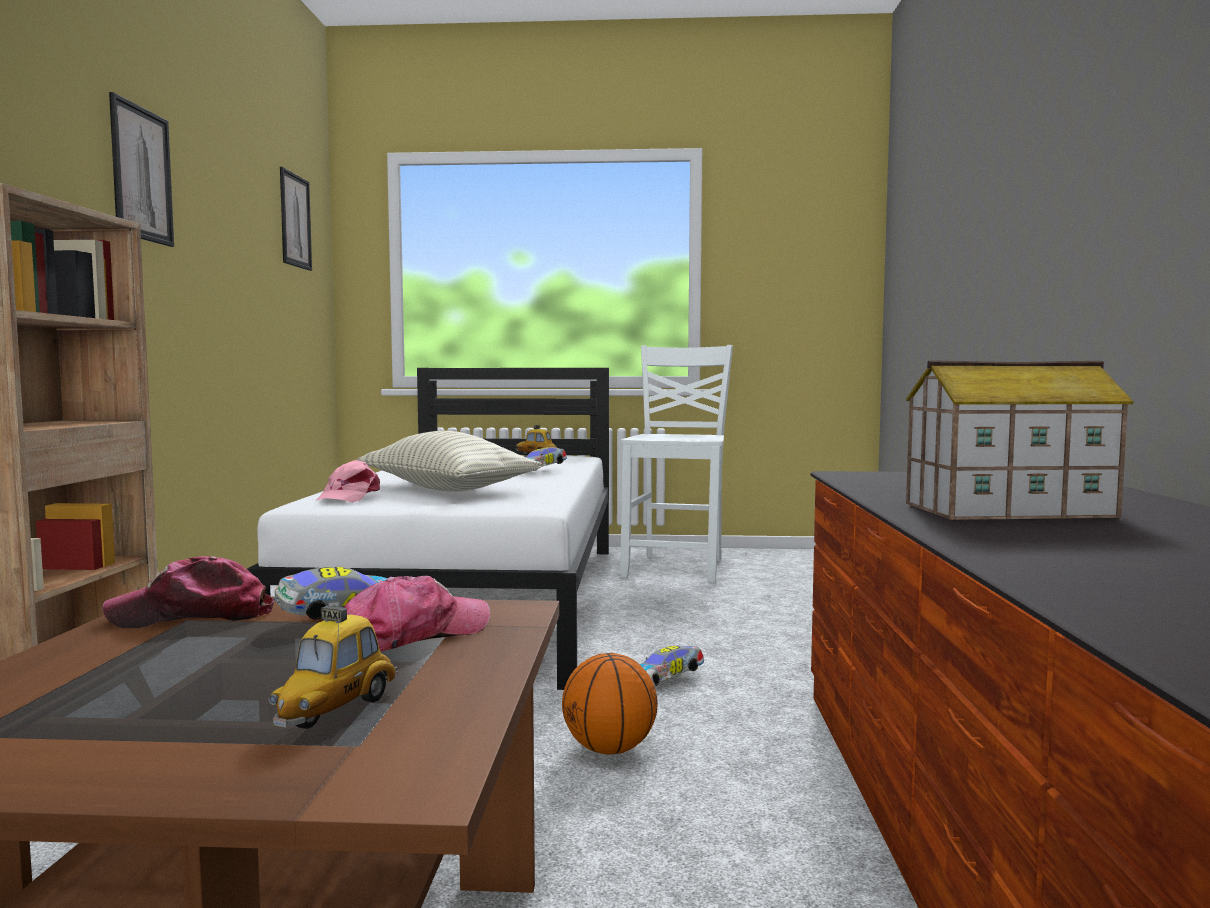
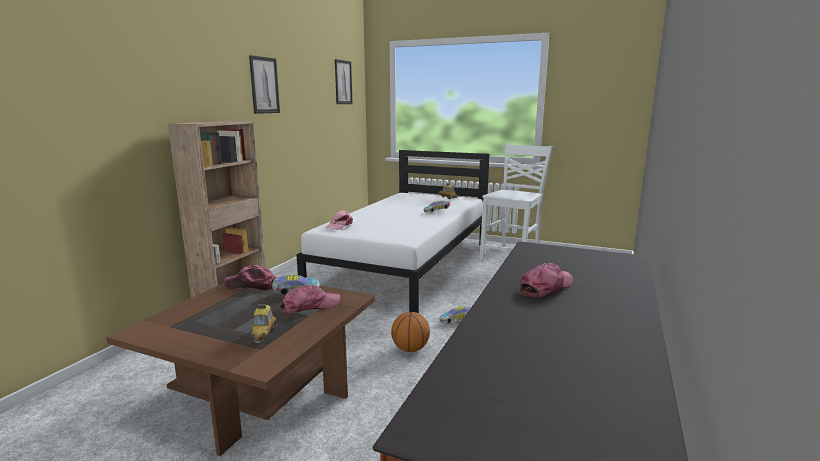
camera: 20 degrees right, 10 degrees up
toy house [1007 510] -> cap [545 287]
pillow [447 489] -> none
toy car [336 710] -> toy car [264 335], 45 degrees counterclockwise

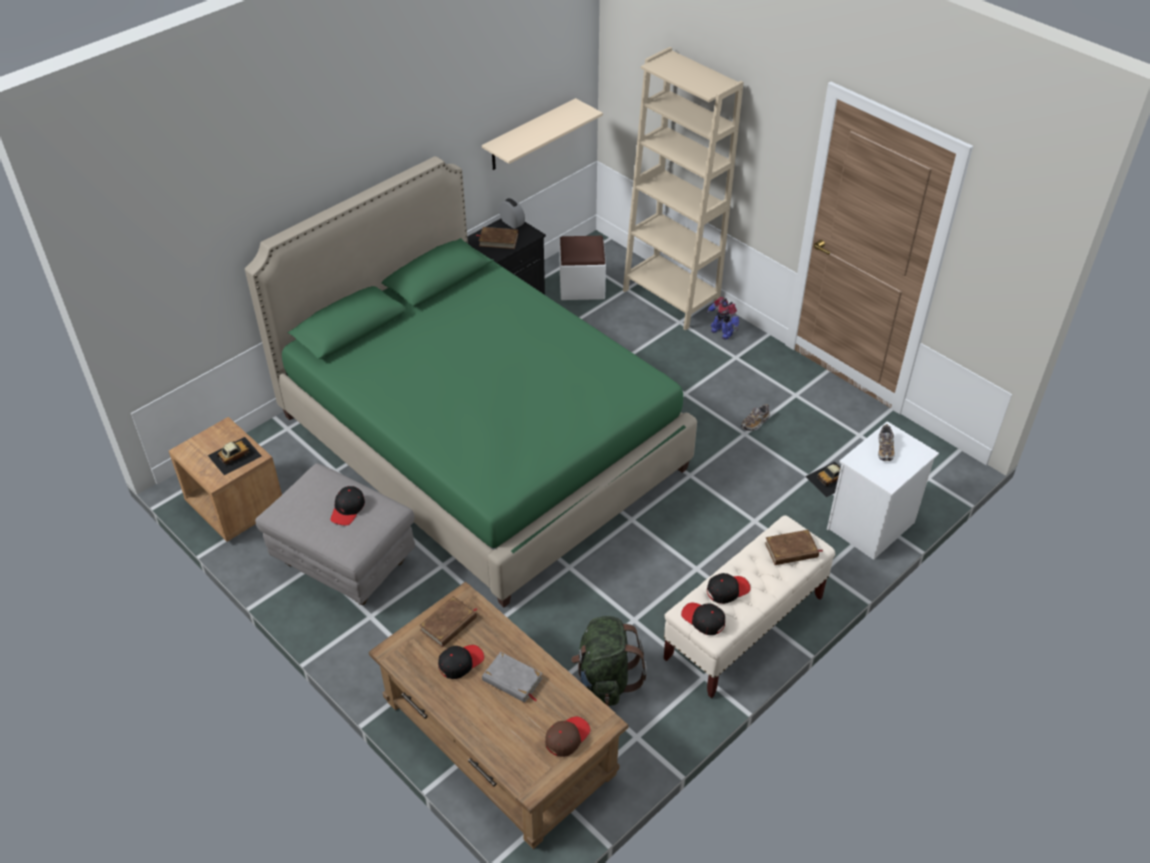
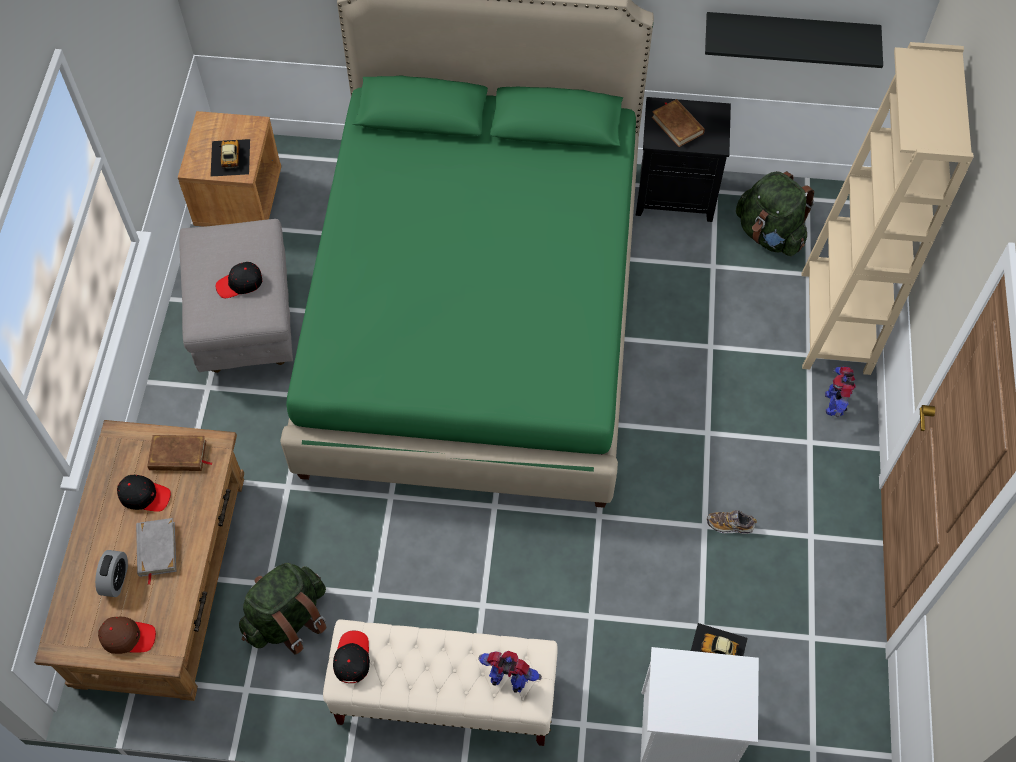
camera: 50 degrees right, 15 degrees up
beige shelf [530 135] -> black shelf [789 34]
alarm clock [512 223] -> alarm clock [116 579], shifted
white ottoman [582 286] -> green backpack [769 234]
shoe [884 449] -> none
toy car [234 455] -> toy car [230 157], 105 degrees counterclockwise
brown book [791 550] -> toy robot [509 680]
black cap [727 590] -> none

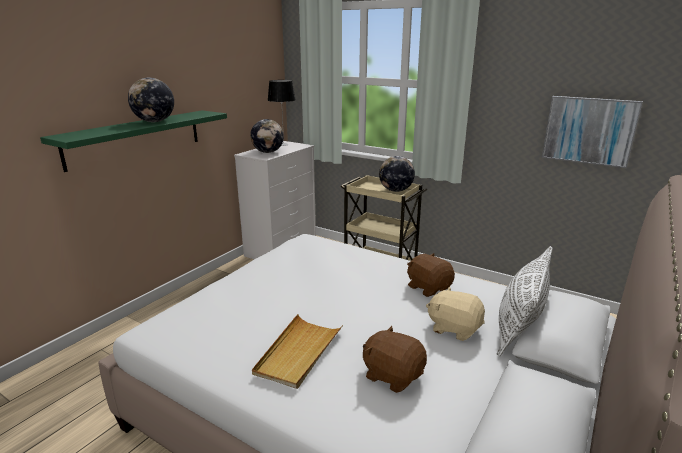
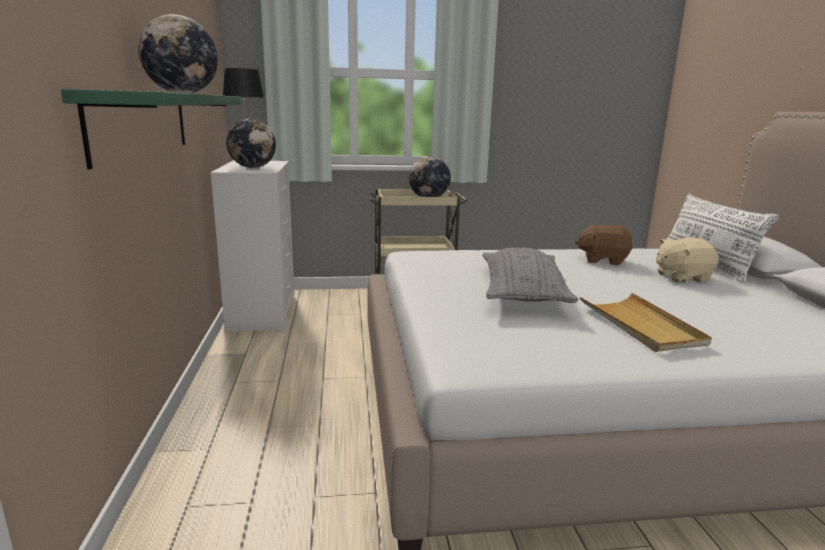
camera: 40 degrees left, 5 degrees down
picture [589 130] -> none
brown plush toy [392 375] -> none
none -> grey pillow [522 292]

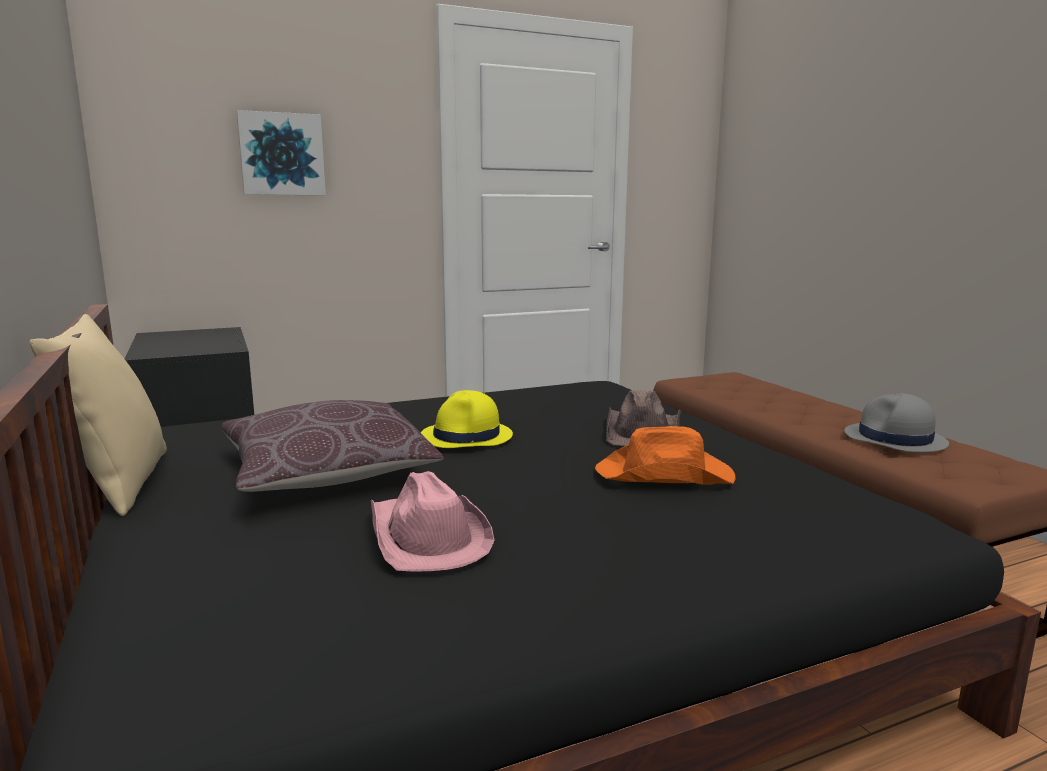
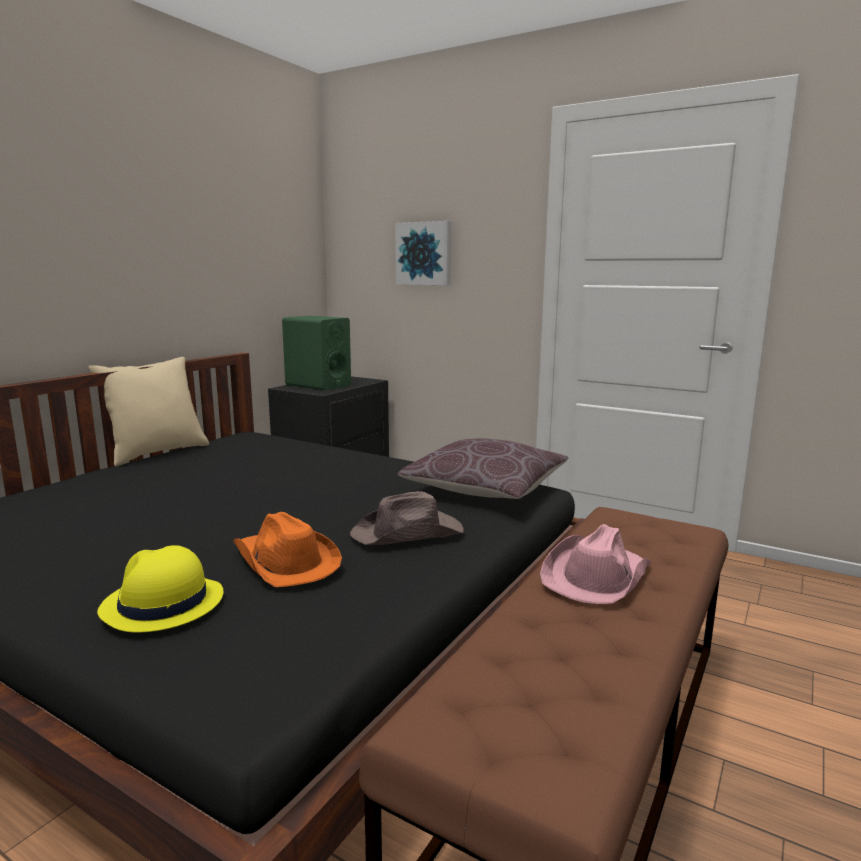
camera: 55 degrees right, 0 degrees up
yellow hat [467 437] -> yellow hat [162 604], shifted
grey hat [895 439] -> none
brown pillow [328 473] -> brown pillow [485 489], shifted
pink hat [426 536] -> pink hat [596 576], shifted
none -> green speaker [317 385]

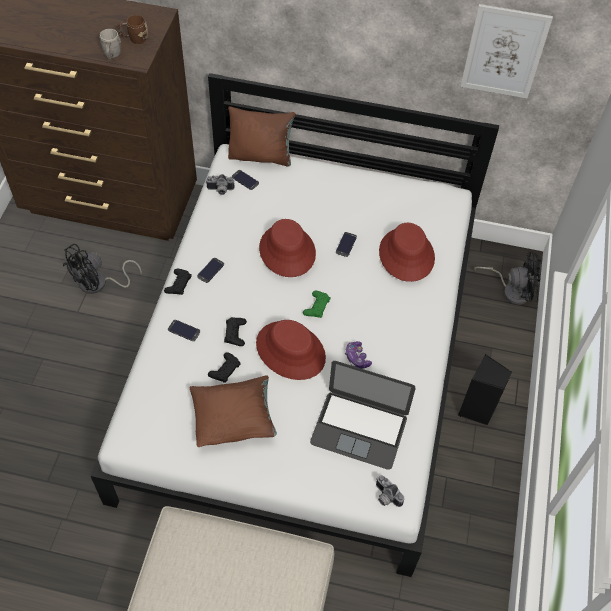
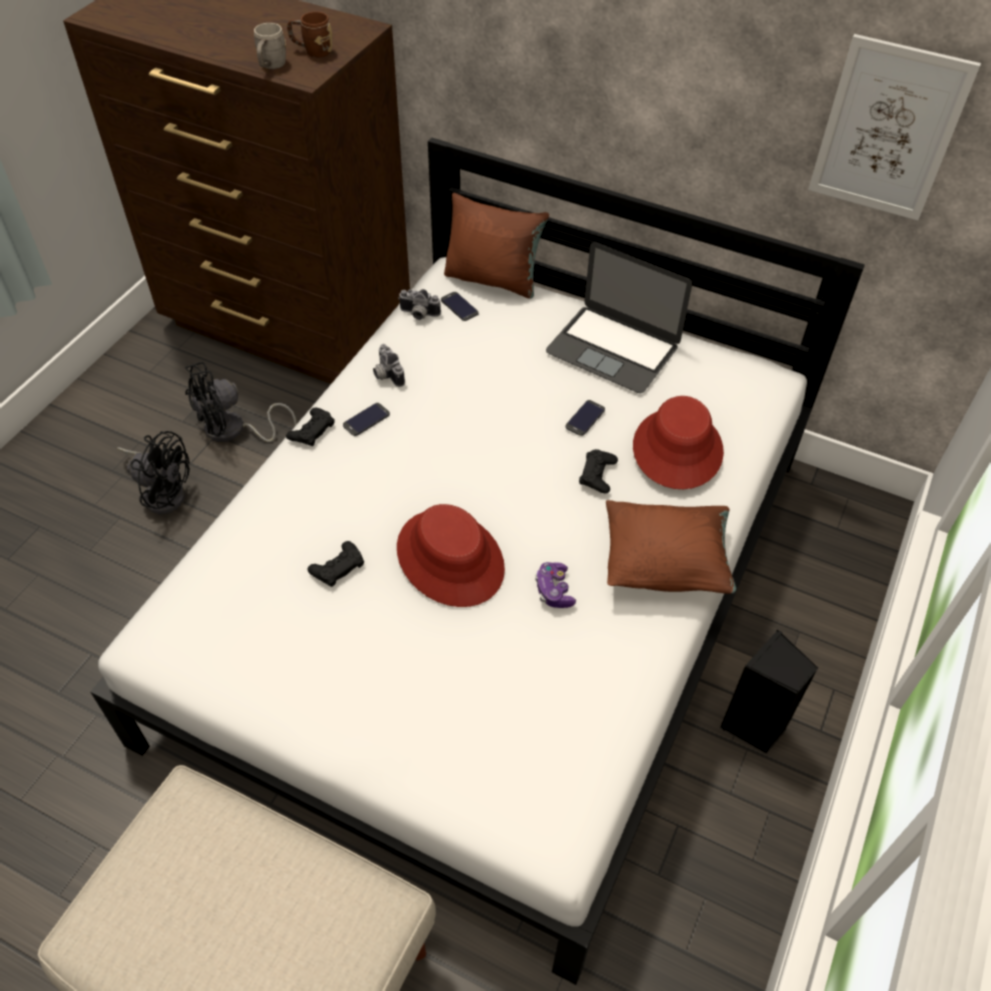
camera: 15 degrees right, 5 degrees down
red hat [287 251] -> none
black fan [511 290] -> black fan [163 492], shifted
green game controller [316 306] -> none
black game controller [235 333] -> black game controller [597 474], shifted
phone [184 330] -> none
laptop [359 429] -> laptop [613 349], shifted
brown pillow [234 420] -> brown pillow [665 564], shifted
photo camera [385 497] -> photo camera [386 375], shifted

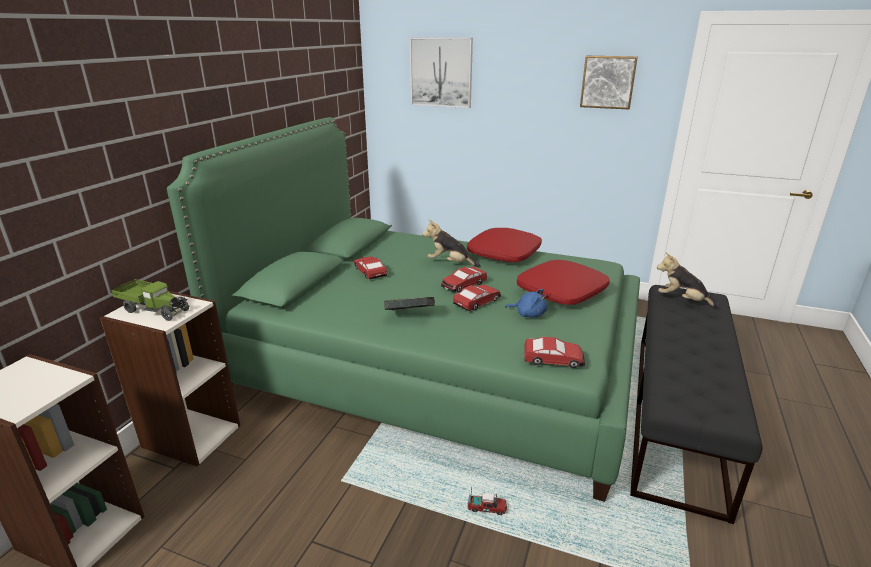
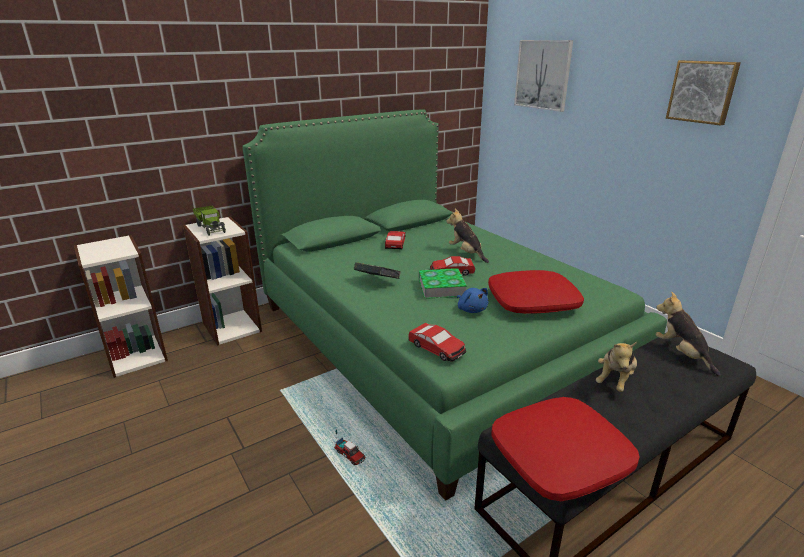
camera: 35 degrees right, 0 degrees up
red pillow [503 253] -> red pillow [559 456], shifted
toy car [477 302] -> book [441 287]
none -> plush toy [615 380]

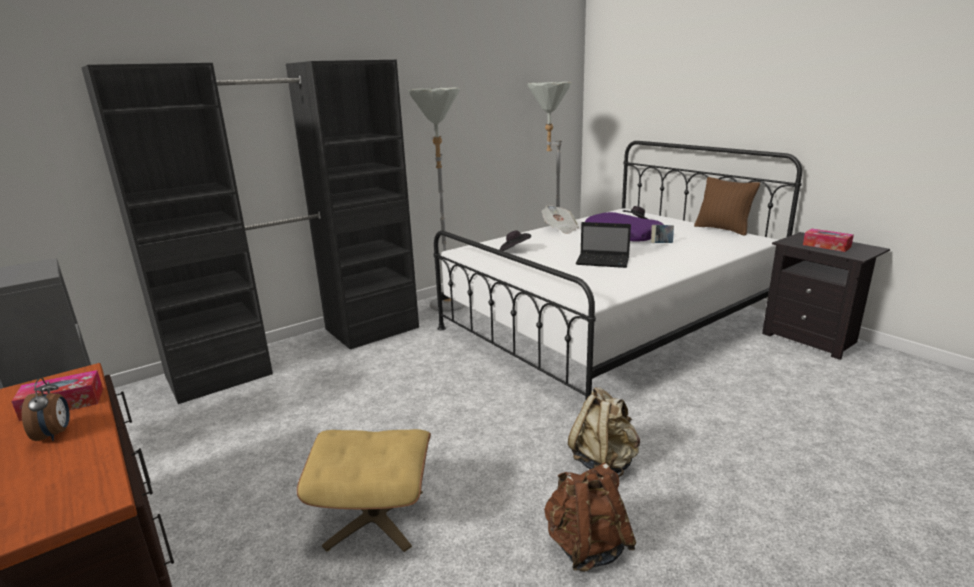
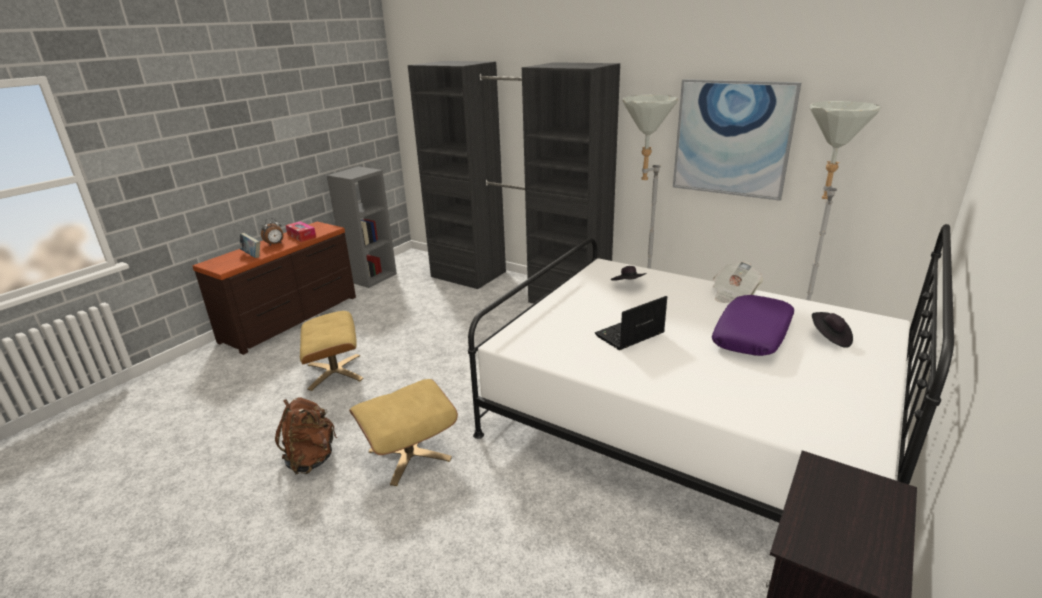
camera: 70 degrees right, 5 degrees up
brown pillow [722 229] -> none
laptop [604 261] -> laptop [628 335], 60 degrees clockwise
book [661 245] -> book [252 255], shifted
tissue box [826 246] -> none
beige backpack [604 461] -> beige ottoman [409 454]
none -> picture [732 139]

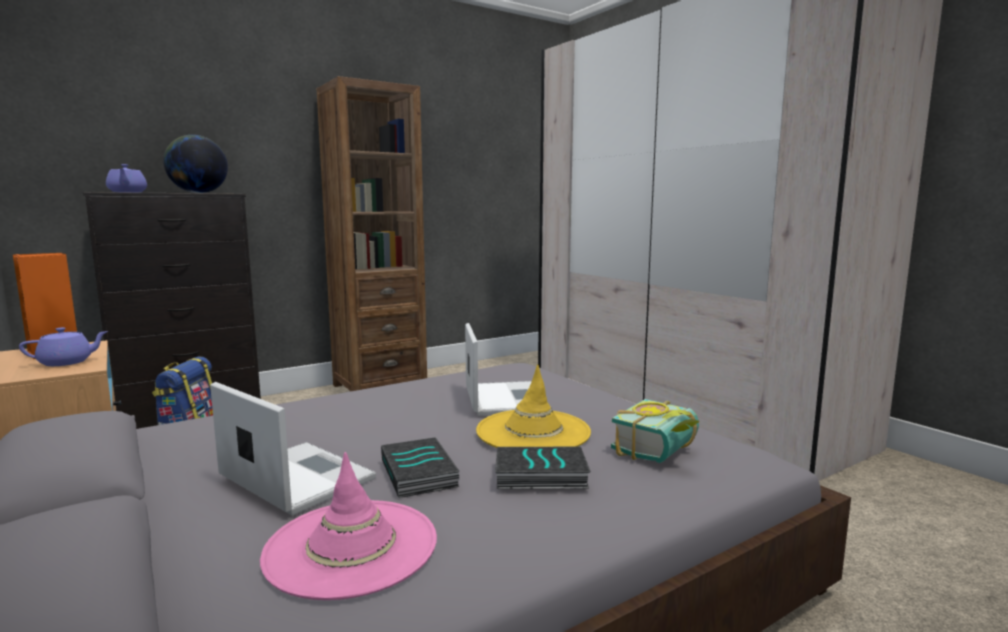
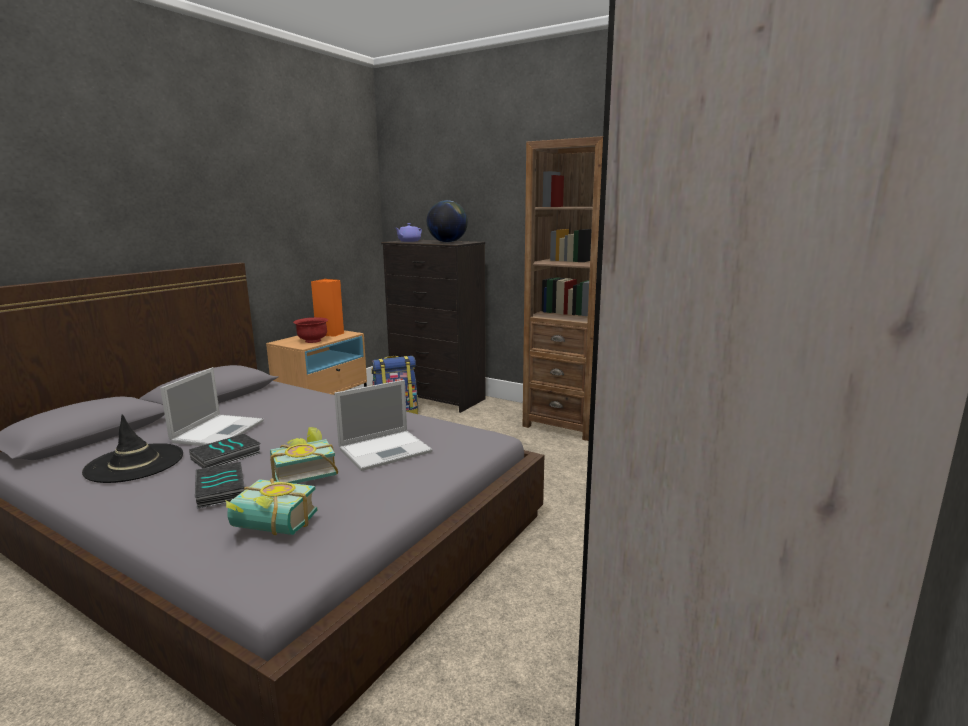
camera: 65 degrees right, 5 degrees up
purple teapot [67 362] -> red bowl [312 341]
yellow hat [533 431] -> book [303 472]
pink hat [351 547] -> black hat [135 463]

